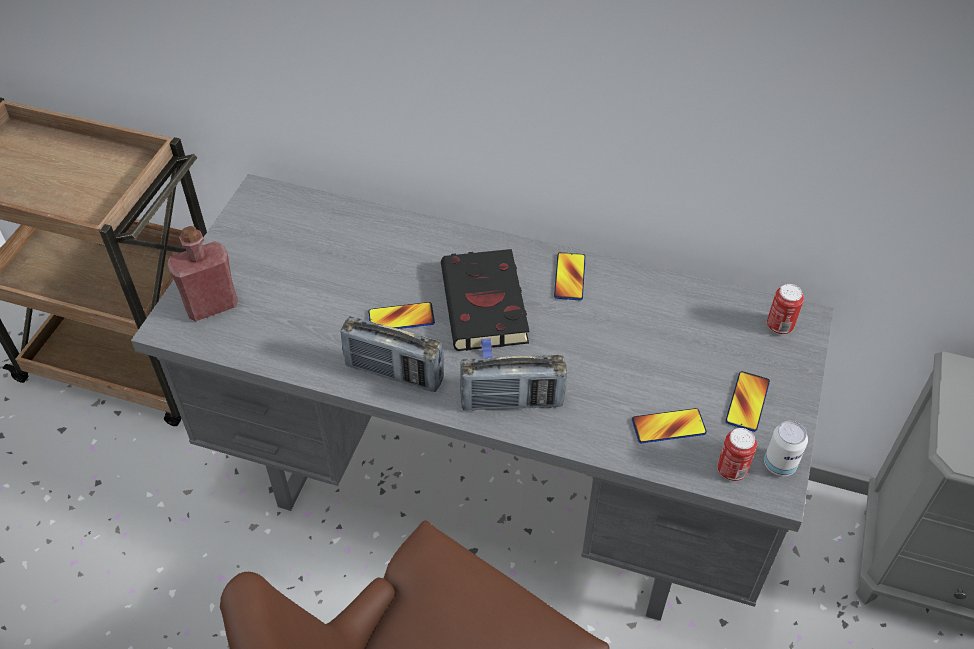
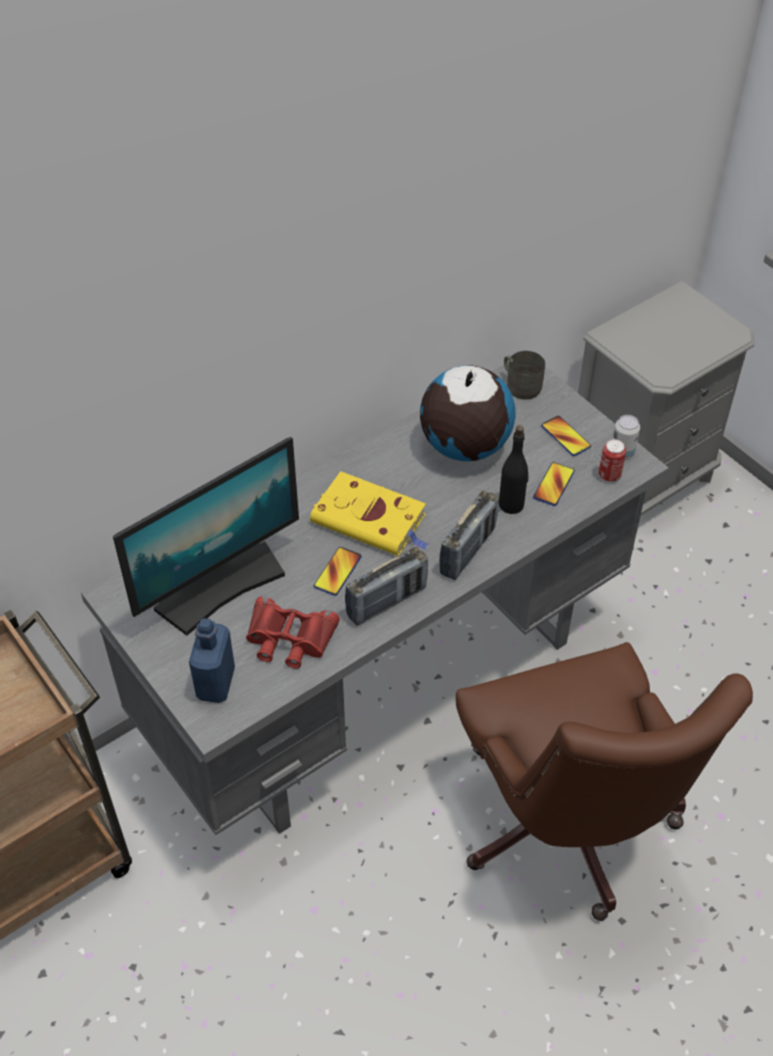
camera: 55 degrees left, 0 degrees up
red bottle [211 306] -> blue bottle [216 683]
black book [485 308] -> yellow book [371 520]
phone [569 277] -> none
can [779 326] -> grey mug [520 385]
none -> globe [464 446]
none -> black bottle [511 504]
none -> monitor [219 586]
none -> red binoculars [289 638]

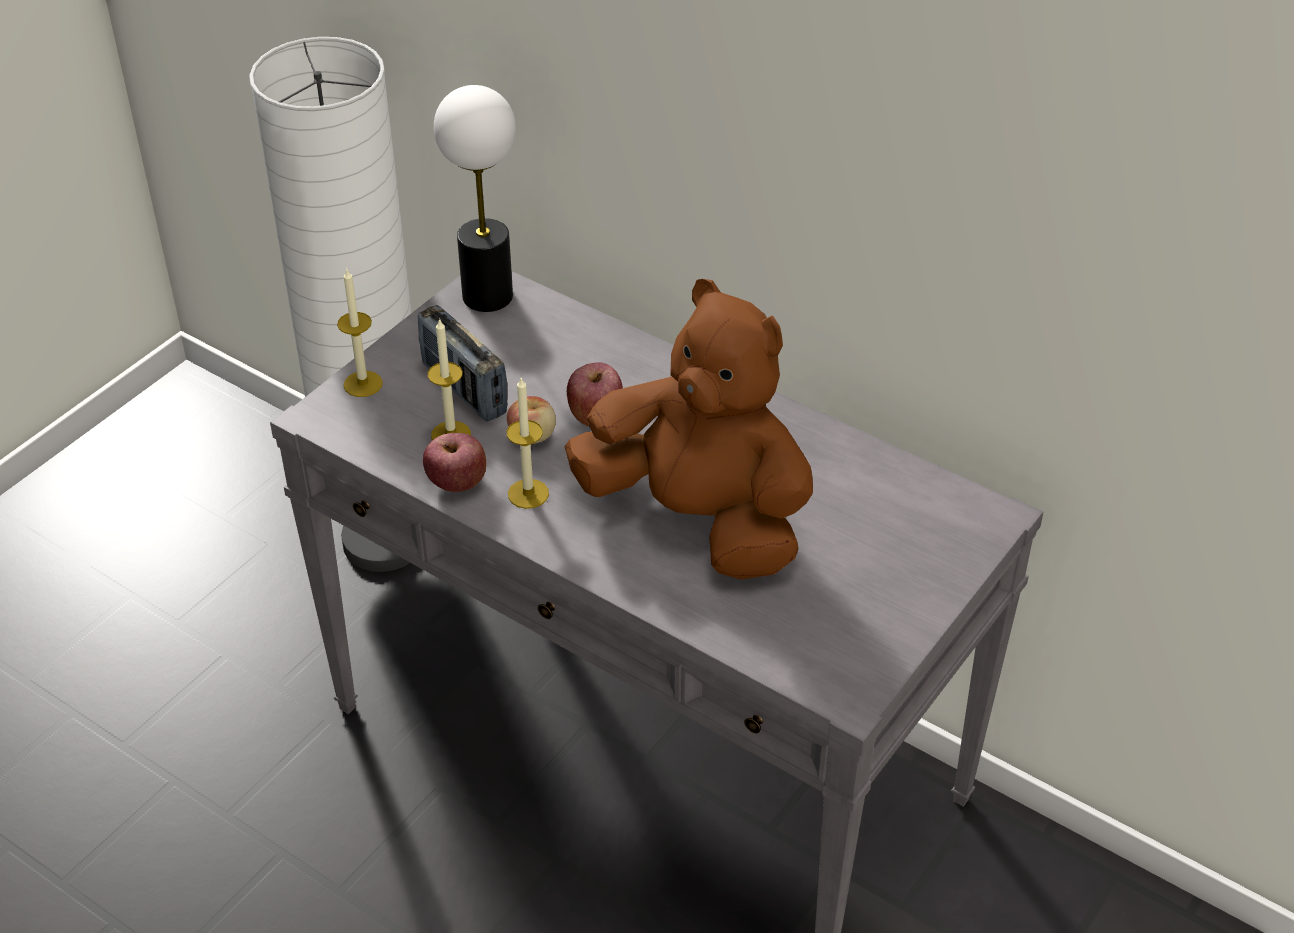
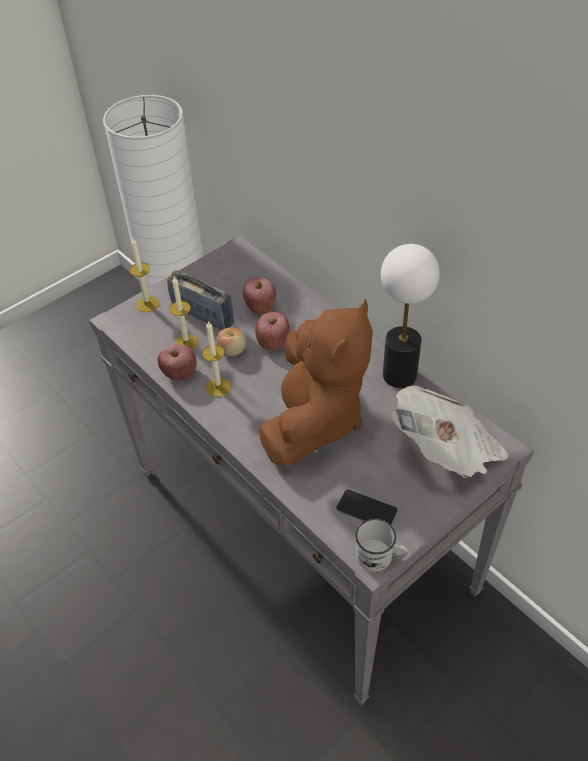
camera: 15 degrees right, 5 degrees up
table lamp [486 296] -> table lamp [399 375], shifted
brown plush toy [699 518] -> brown plush toy [314 419], 60 degrees clockwise
radio [464 389] -> radio [203 315], 150 degrees clockwise
none -> apple [260 307]
none -> newspaper [447 450]
none -> phone [366 510]
none -> white mug [380 557]

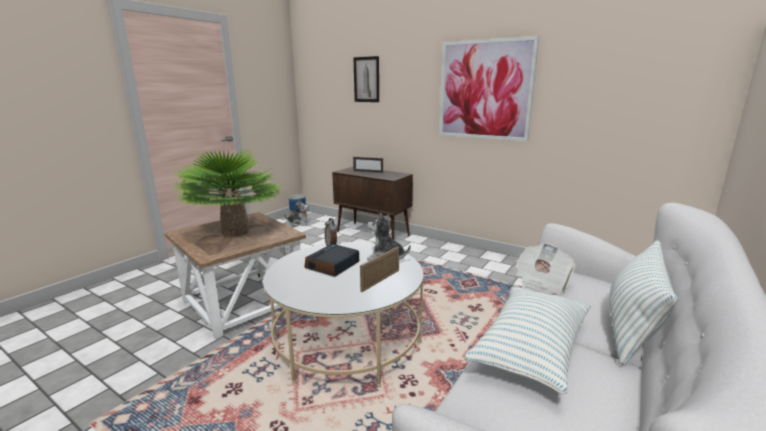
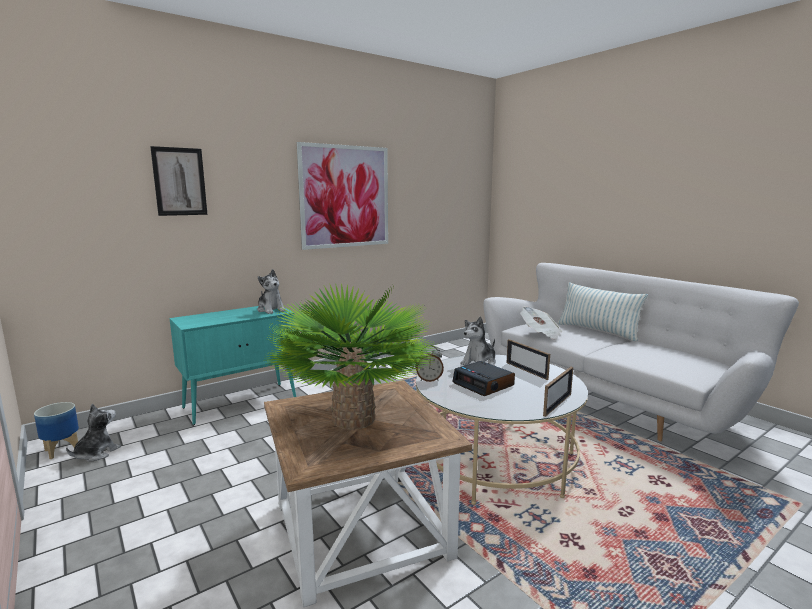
camera: 70 degrees left, 5 degrees down
picture frame [368 172] -> picture frame [557 404], shifted
brown cabinet [373 234] -> turquoise cabinet [241 402]
pillow [530 349] -> none
none -> plush toy [271 310]

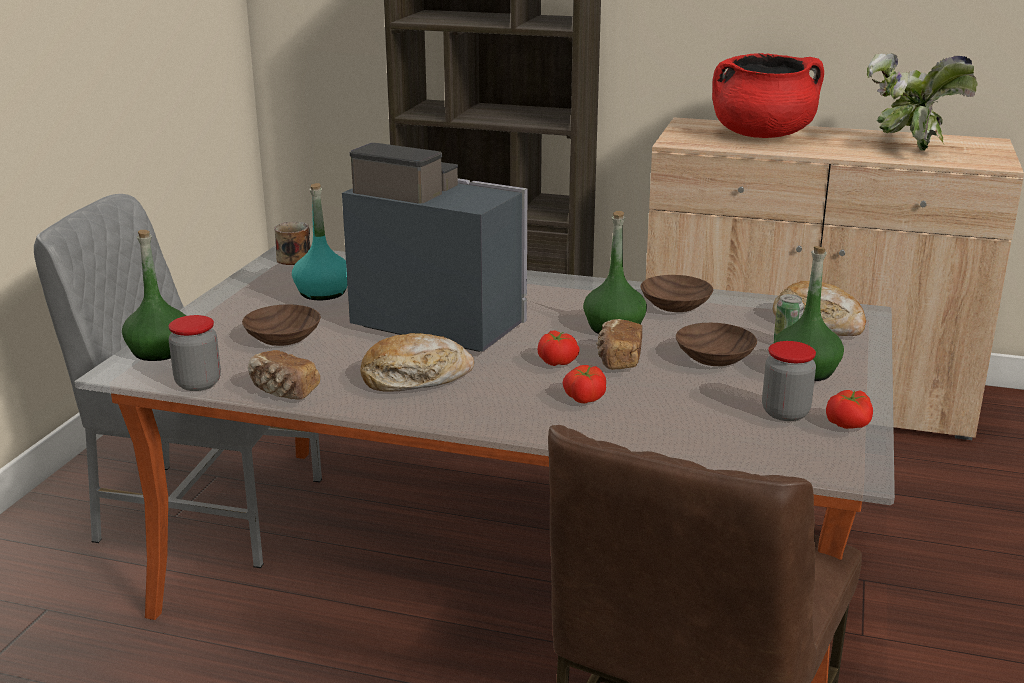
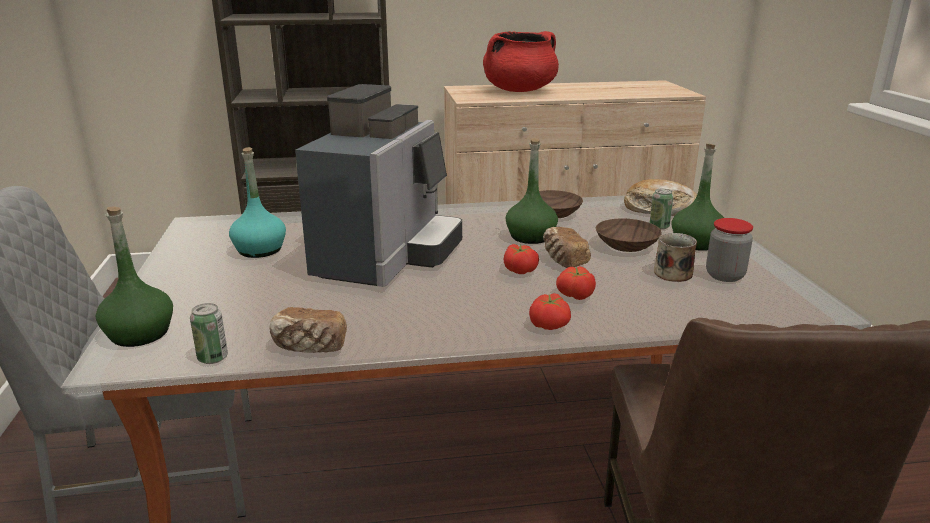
camera: 25 degrees left, 0 degrees up
potted plant [907 147] -> none
coffee machine [437 322] -> coffee machine [387 257], 105 degrees clockwise
mug [295 258] -> mug [671 272], shifted
brown bowl [281 338] -> none
jar [198 383] -> can [213 358]
bread [415 378] -> none
tomato [849 424] -> tomato [550 325], shifted

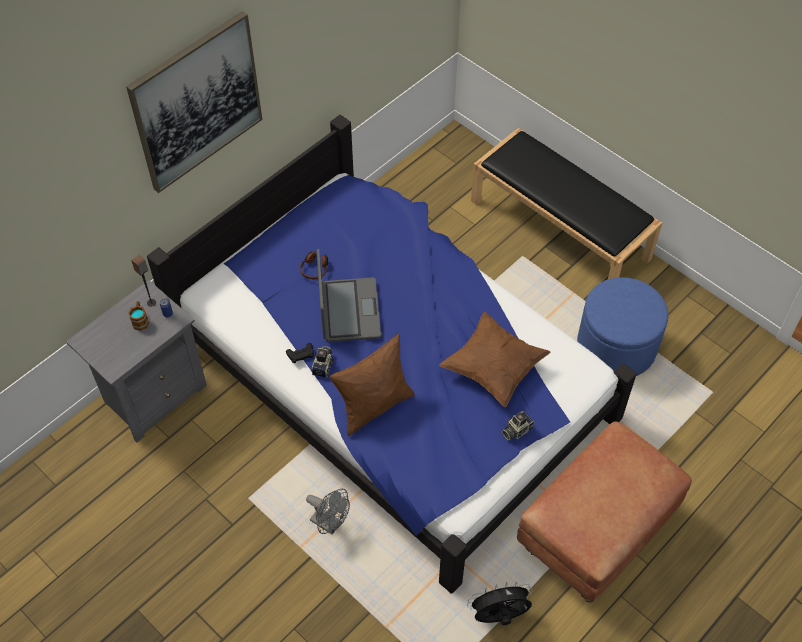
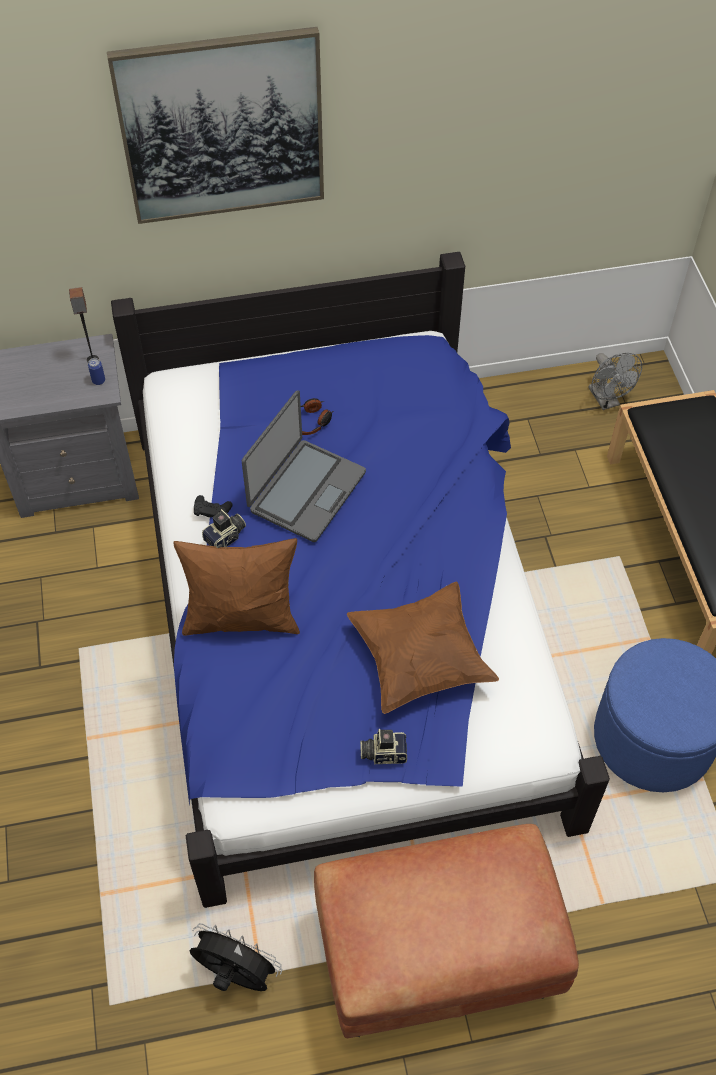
camera: 35 degrees right, 0 degrees up
mug [140 320] -> none
grey fan [330 524] -> grey fan [606 401], shifted

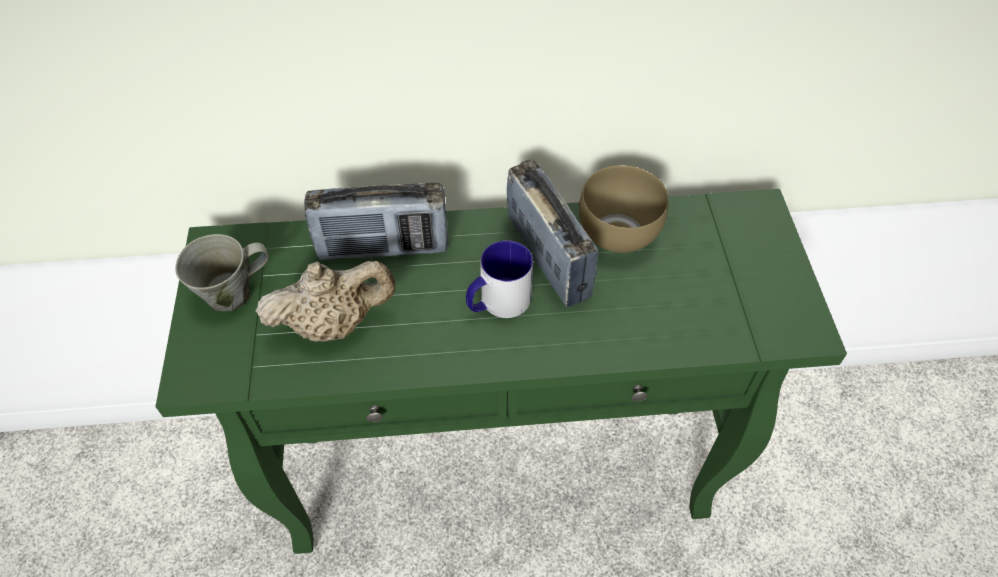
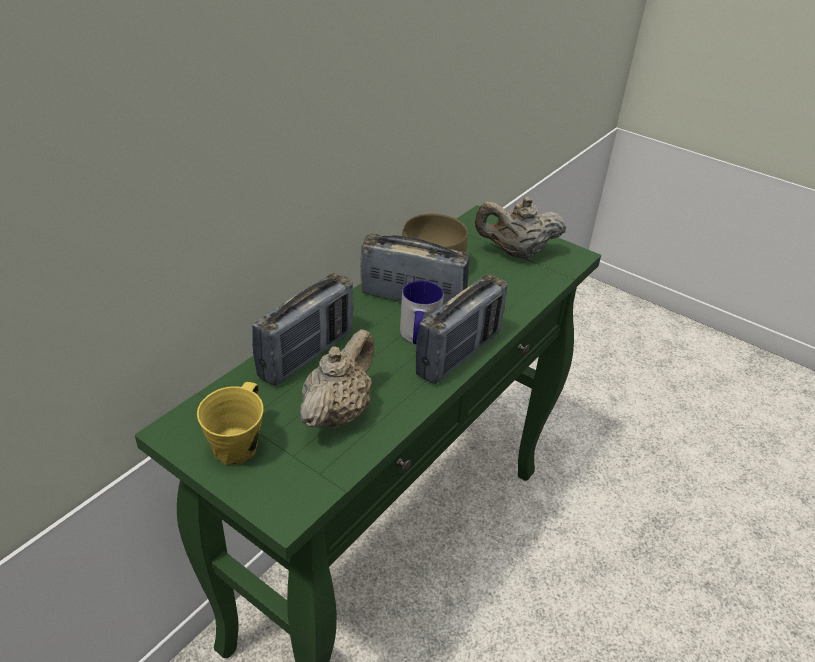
camera: 50 degrees left, 15 degrees down
grey mug [232 293] -> yellow mug [238 446]
none -> beige teapot [516 253]
none -> radio [459 354]

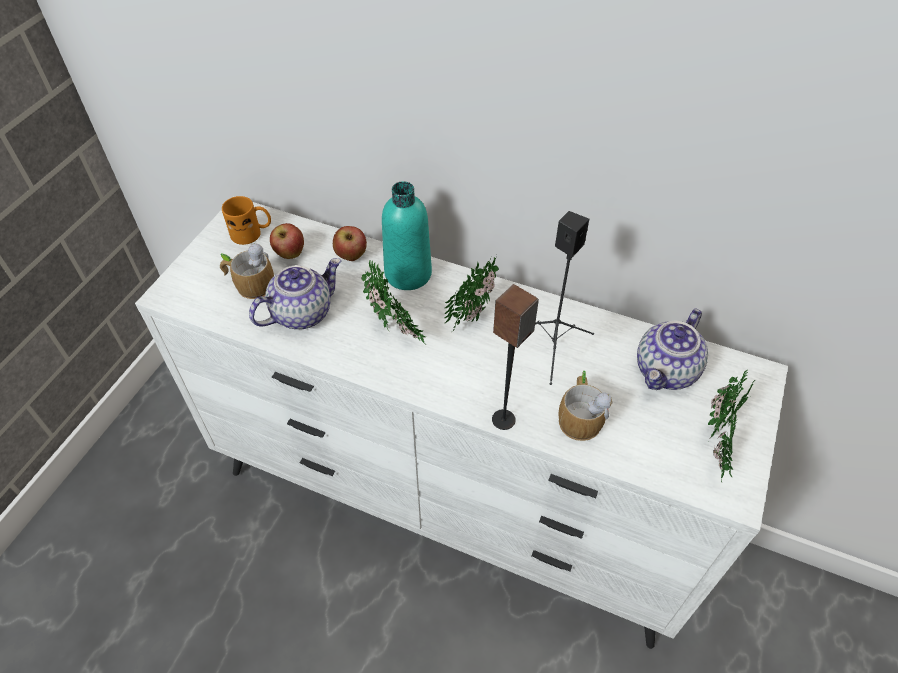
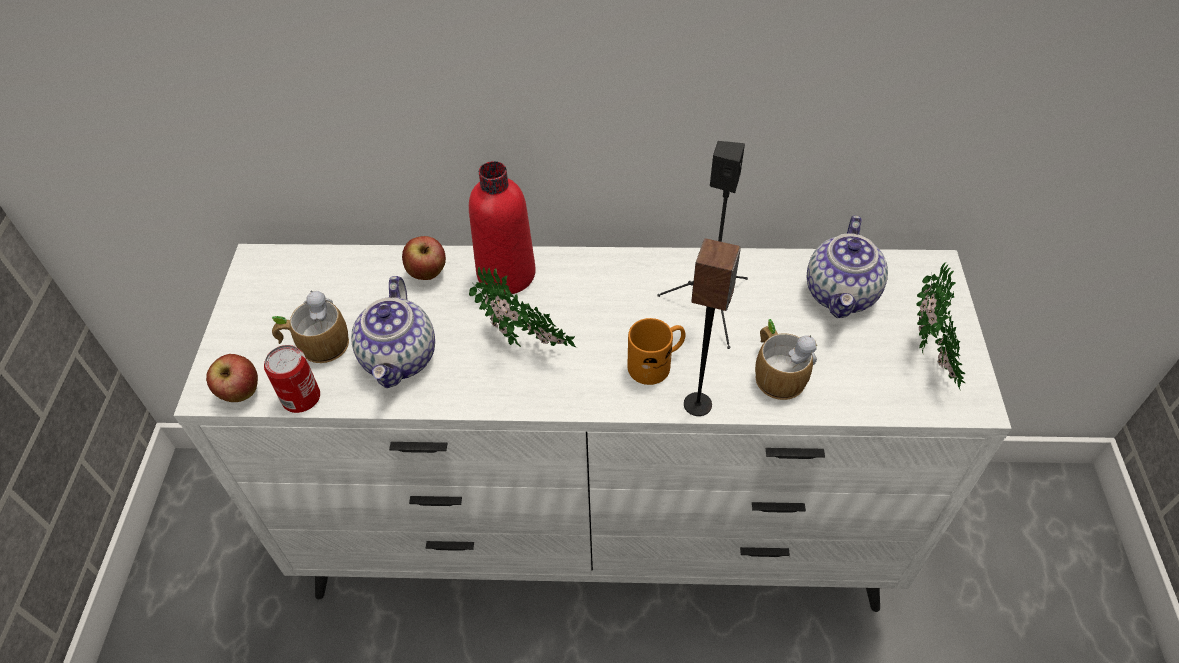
camera: 20 degrees left, 0 degrees up
turquoise bottle [408 274] -> red bottle [506 274]
orange mug [252 233] -> orange mug [656 363], shifted
apple [290 254] -> apple [241 393], shifted
potted plant [476 312] -> none
teapot [302 312] -> teapot [400 358], 150 degrees clockwise
none -> can [301 397]

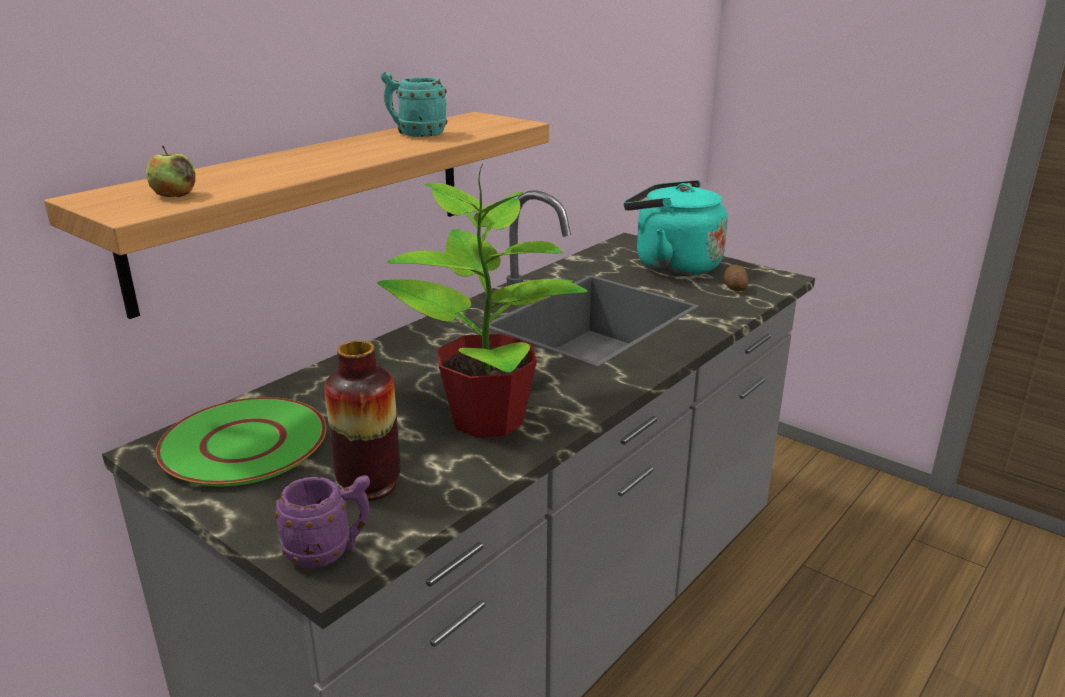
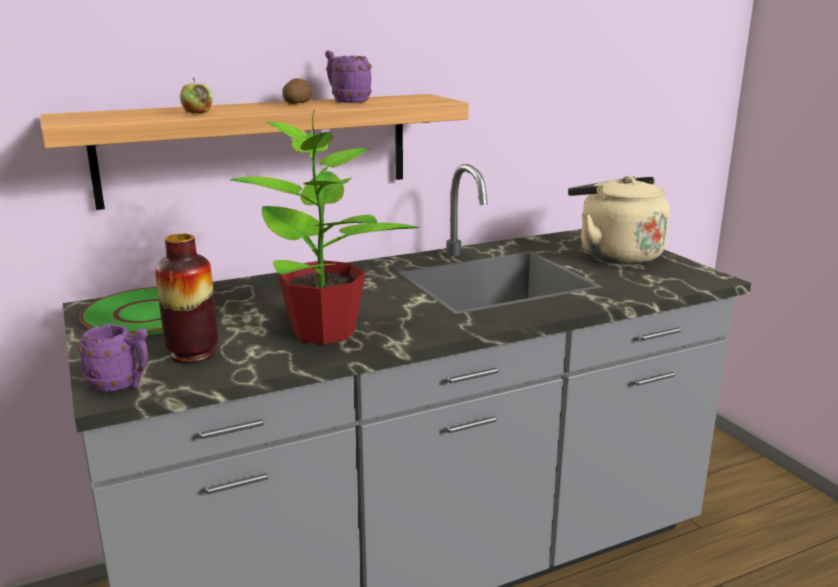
camera: 25 degrees right, 5 degrees down
turquoise mug [415 134] -> purple mug [347 101]
apple [175 195] -> apple [197 112], shifted
turquoise kettle [671 265] -> beige kettle [615 254]
potato [734 288] -> potato [297 103], shifted

